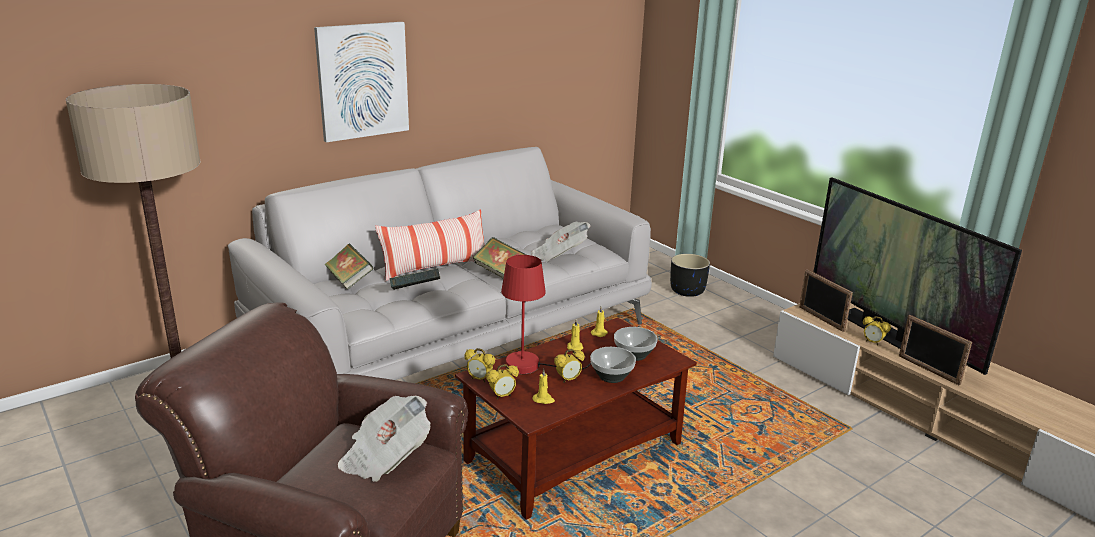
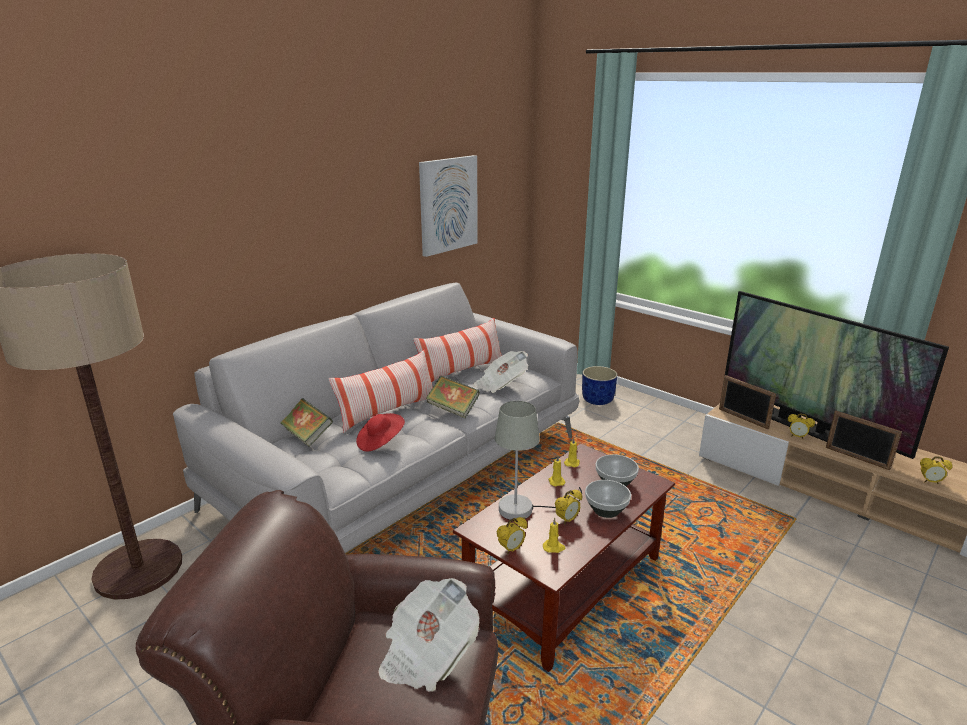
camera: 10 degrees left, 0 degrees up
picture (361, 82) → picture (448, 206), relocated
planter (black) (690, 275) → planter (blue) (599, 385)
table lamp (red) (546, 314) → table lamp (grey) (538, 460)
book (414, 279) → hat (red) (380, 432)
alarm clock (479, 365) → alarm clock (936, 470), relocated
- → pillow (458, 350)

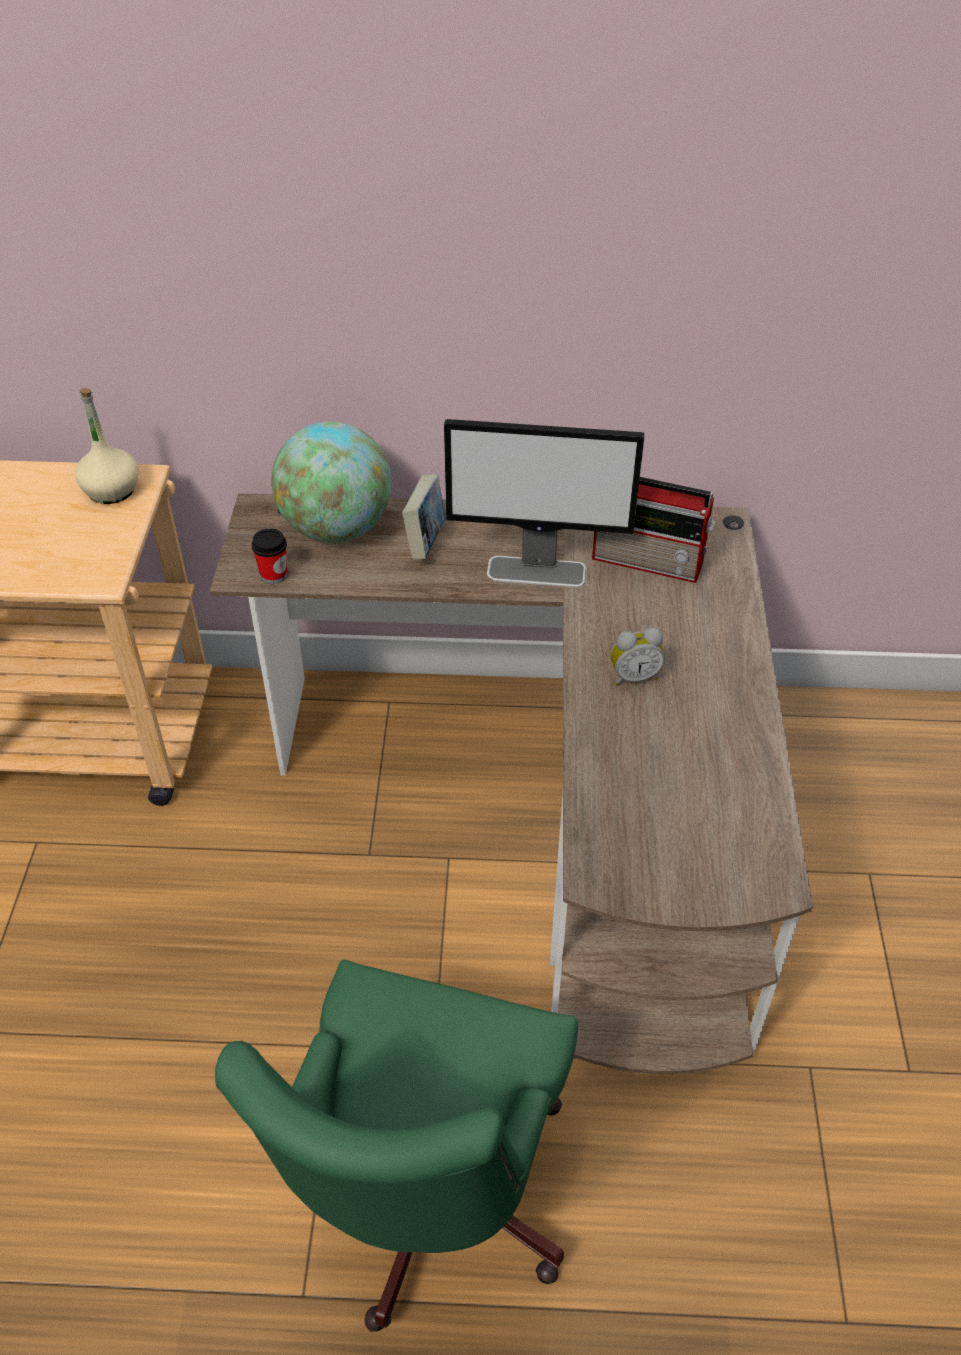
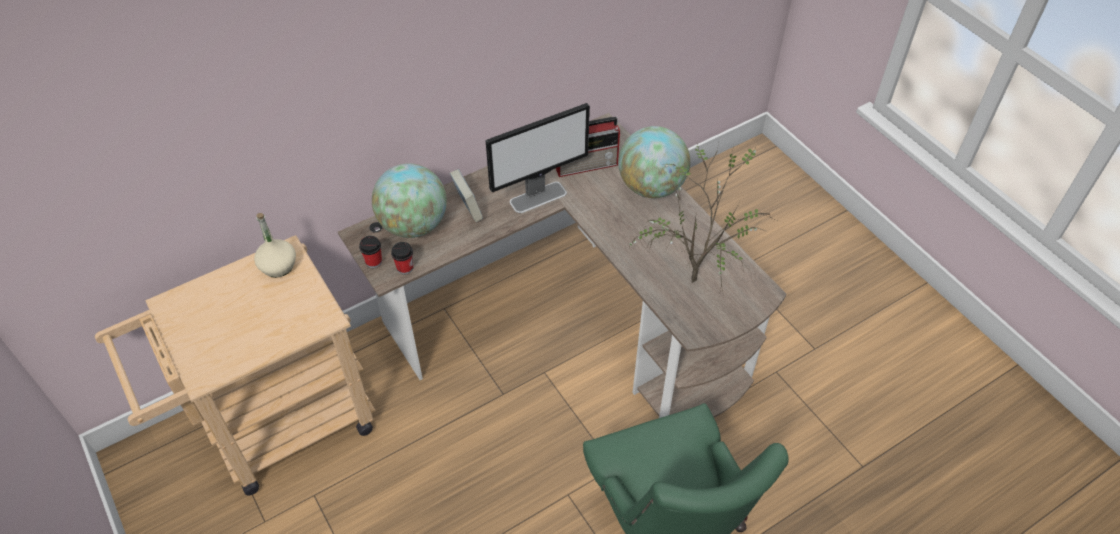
camera: 35 degrees left, 5 degrees up
alarm clock (638, 656) → -
- → globe (654, 162)
- → potted plant (701, 219)
- → cup (370, 252)

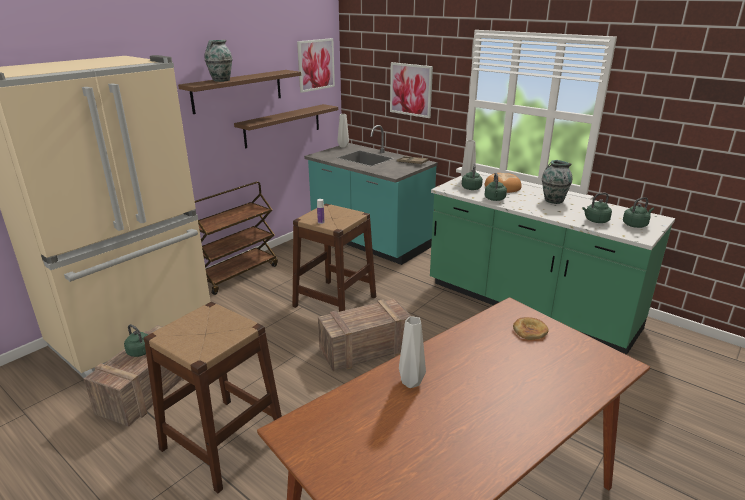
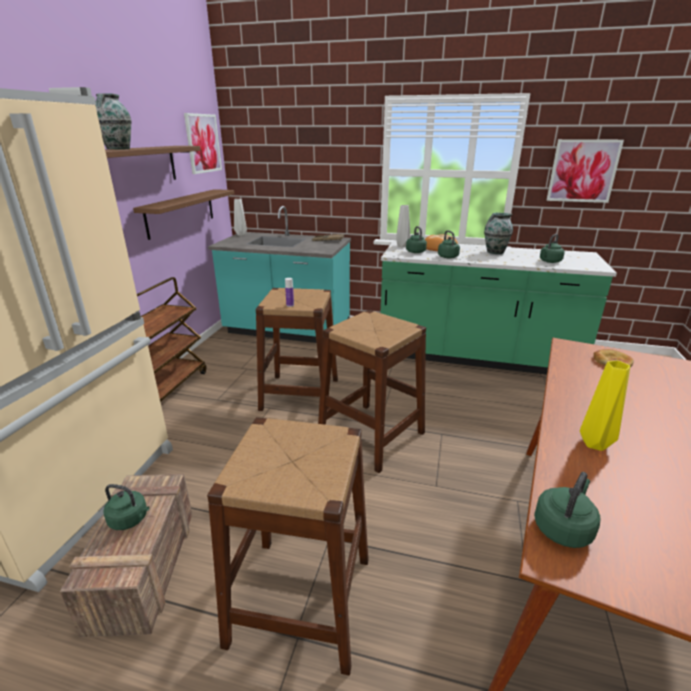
camera: 25 degrees left, 0 degrees up
picture (411, 90) → picture (585, 171), relocated
kettle (green) (638, 212) → kettle (green) (567, 510), relocated
crate (364, 335) → stool (brown) (372, 391)
vase (grey) (412, 352) → vase (yellow) (605, 405)

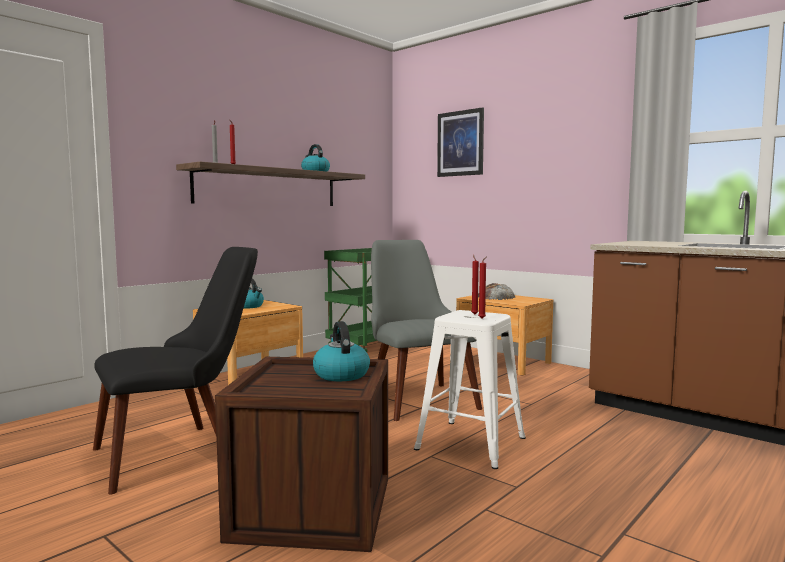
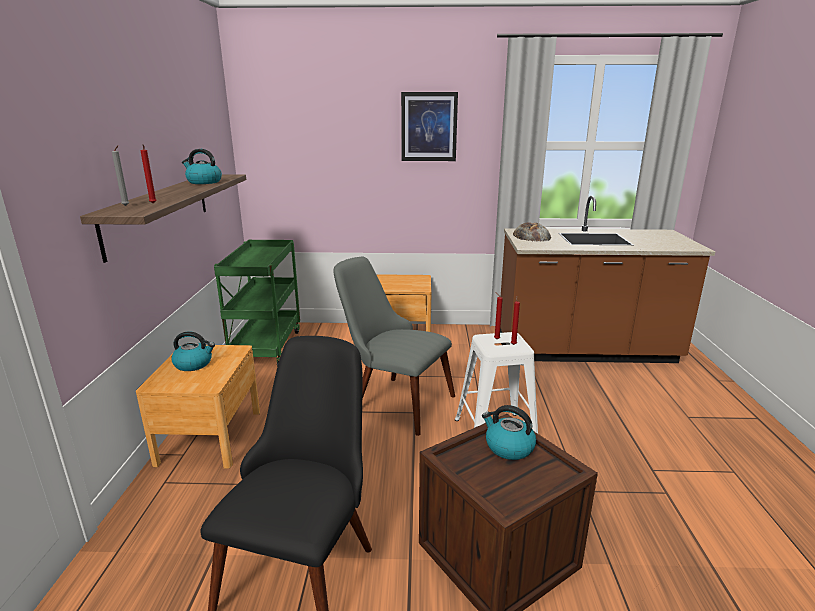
camera: 40 degrees left, 15 degrees up
picture (460, 142) → picture (429, 126), relocated
bread (496, 291) → bread (532, 232), relocated

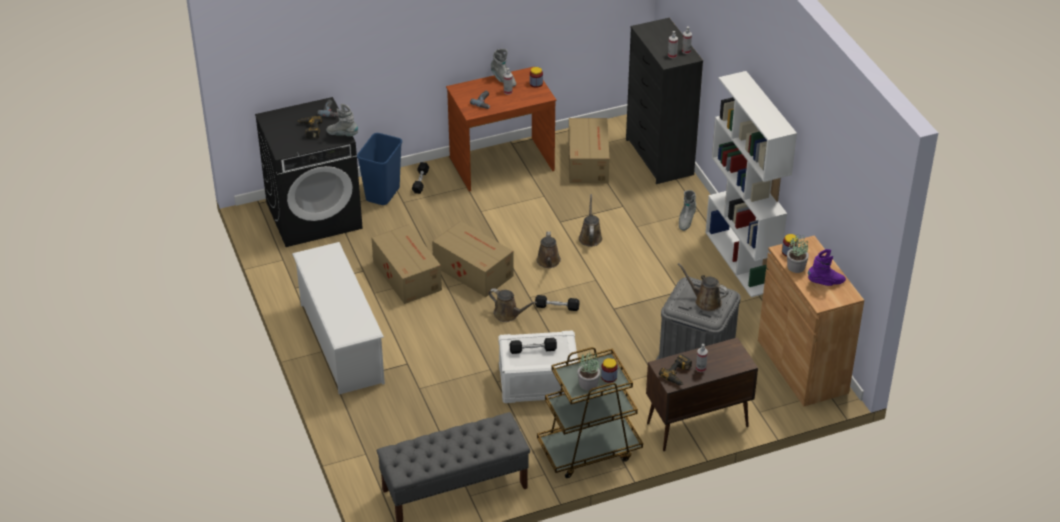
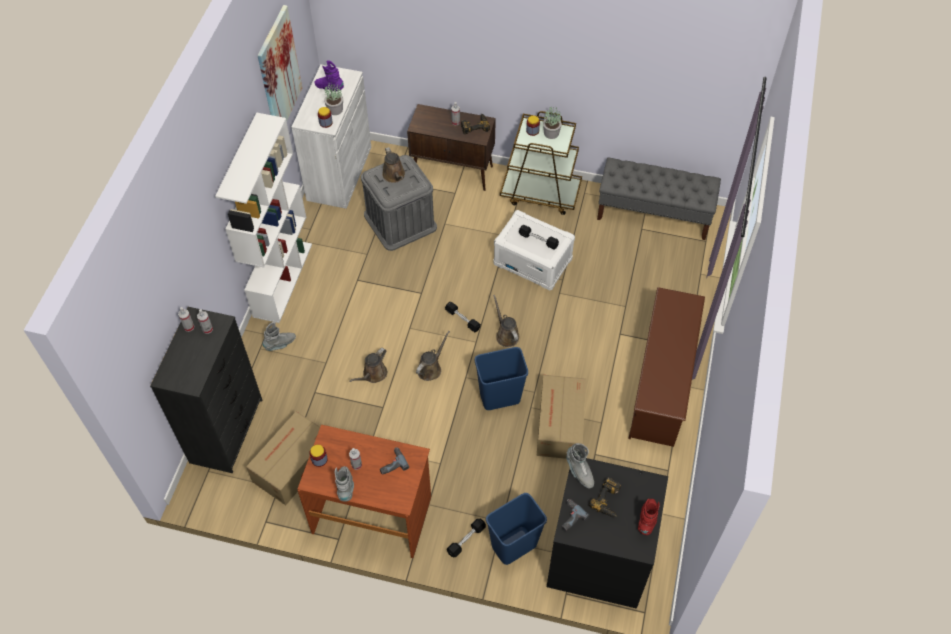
camera: 145 degrees left, 15 degrees up
cardboard box (473, 259) → trash can (blue) (501, 378)
cabinet (brown) (811, 321) → cabinet (white) (331, 136)
shoe rack (white) (338, 318) → shoe rack (brown) (666, 367)
- → picture (279, 63)
- → boot (red) (649, 517)

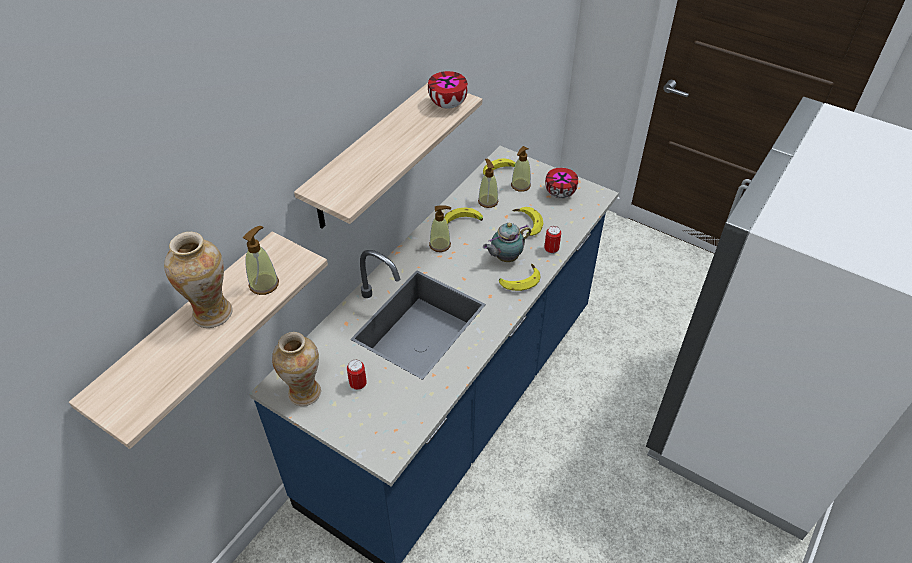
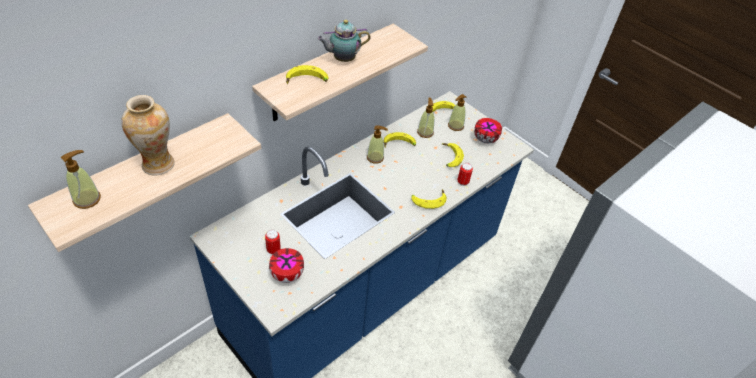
camera: 10 degrees right, 0 degrees up
bowl (448, 90) → bowl (286, 265), relocated
teapot (507, 242) → teapot (344, 41), relocated
soap dispenser (261, 260) → soap dispenser (81, 179), relocated
vase (296, 369) → -
- → banana (307, 74)

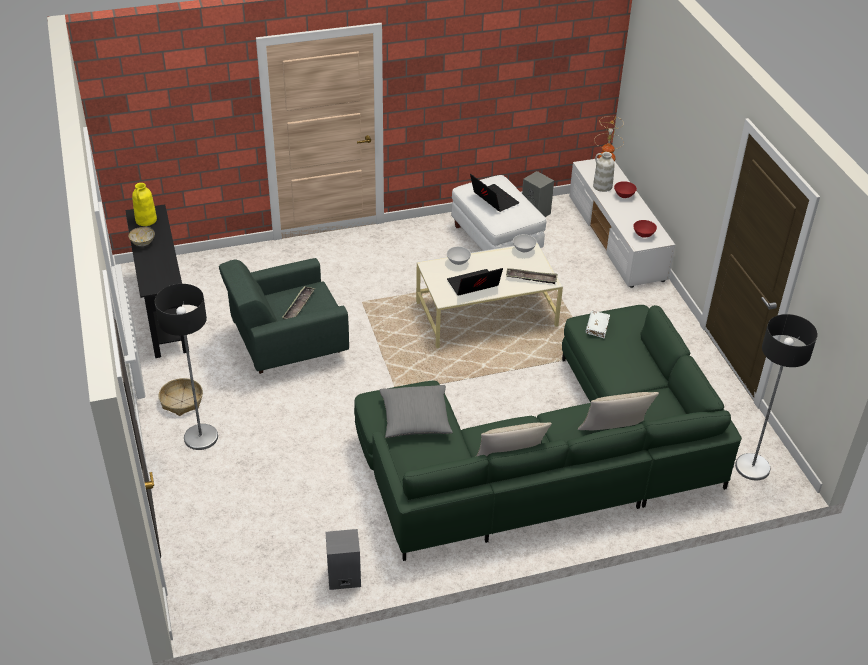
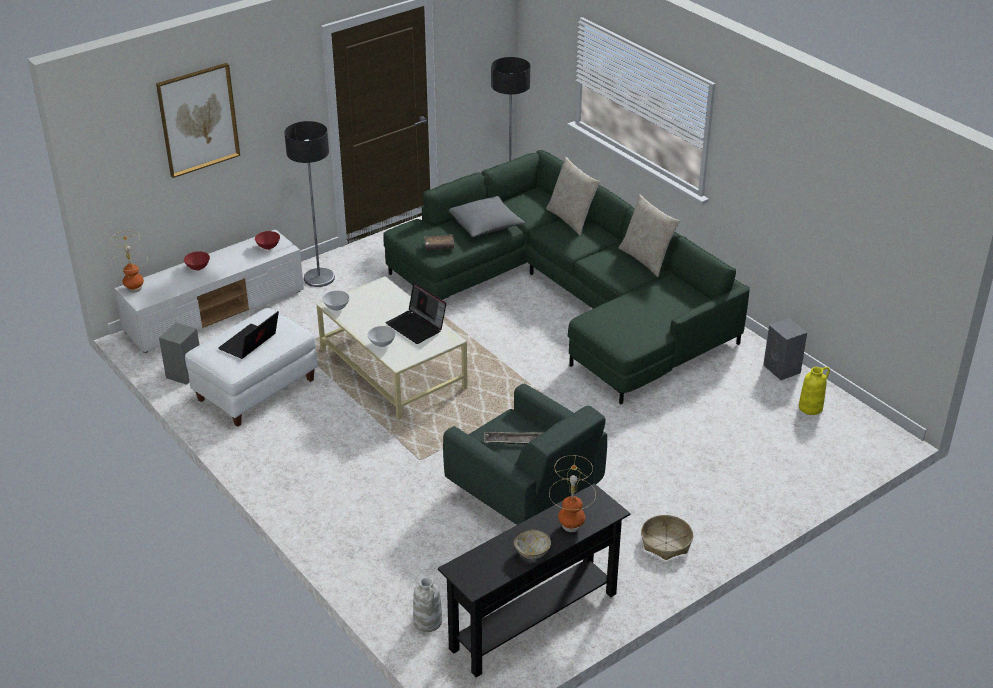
camera: 110 degrees left, 5 degrees down
vase (white) (604, 172) → vase (white) (427, 604), relocated
vase (yellow) (144, 204) → vase (yellow) (814, 391), relocated
tray (531, 276) → -
floor lamp (186, 367) → floor lamp (309, 204), relocated
book (white) (598, 325) → book (brown) (439, 242)
pillow (grey) (416, 411) → pillow (grey) (487, 216), relocated
- → picture (198, 120)
- → table lamp (572, 493)

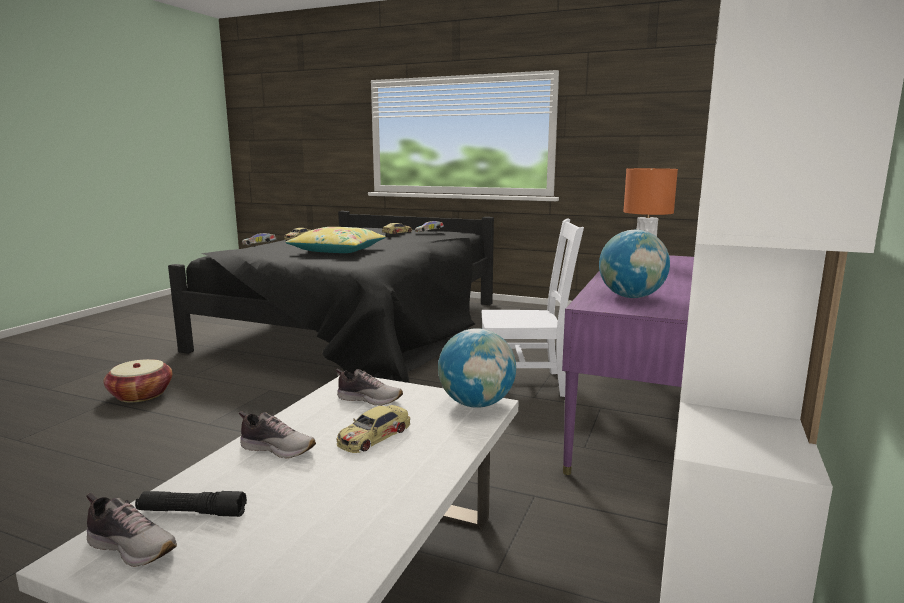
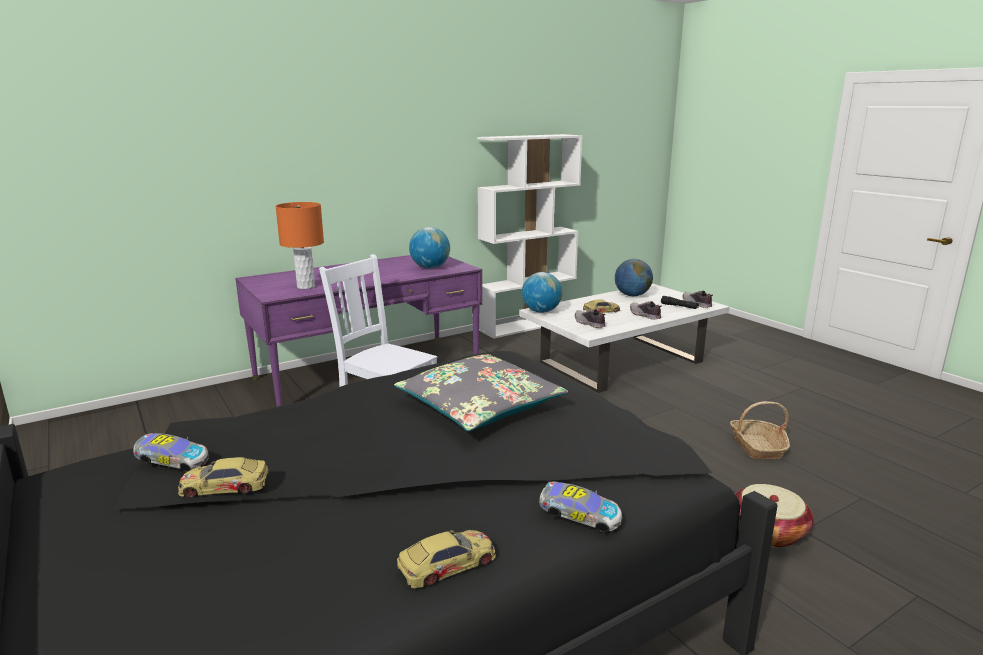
camera: 145 degrees left, 5 degrees up
pillow (yellow) (336, 240) → pillow (grey) (481, 393)
- → globe (634, 277)
- → basket (760, 430)

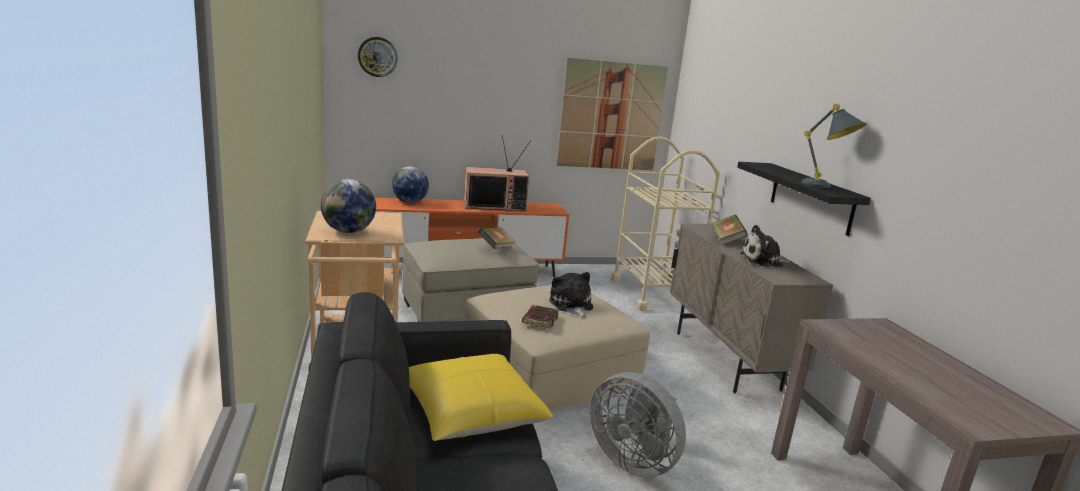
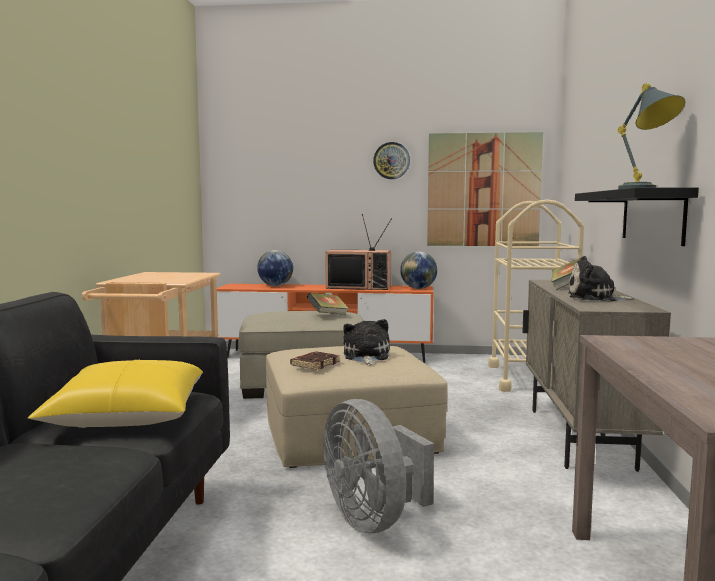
camera: 20 degrees right, 10 degrees down
wall clock (378, 57) → wall clock (391, 160), relocated
globe (348, 206) → globe (418, 270), relocated

